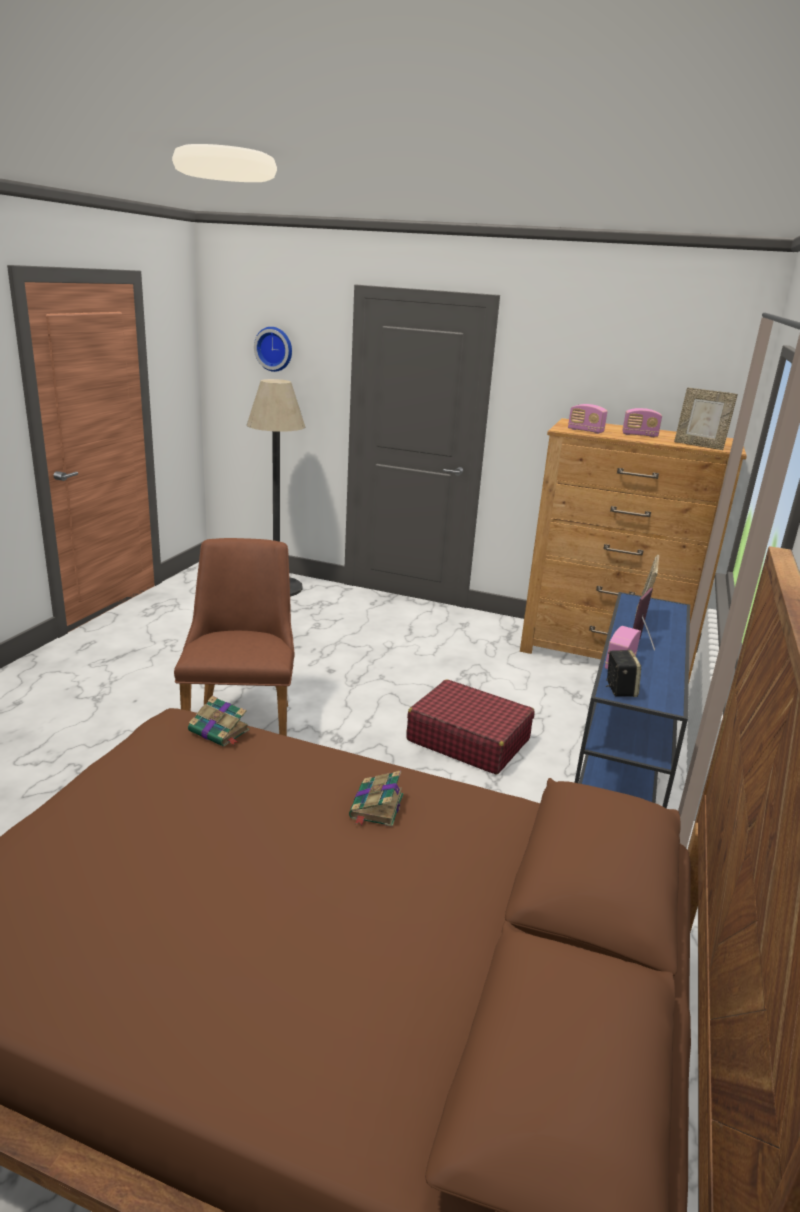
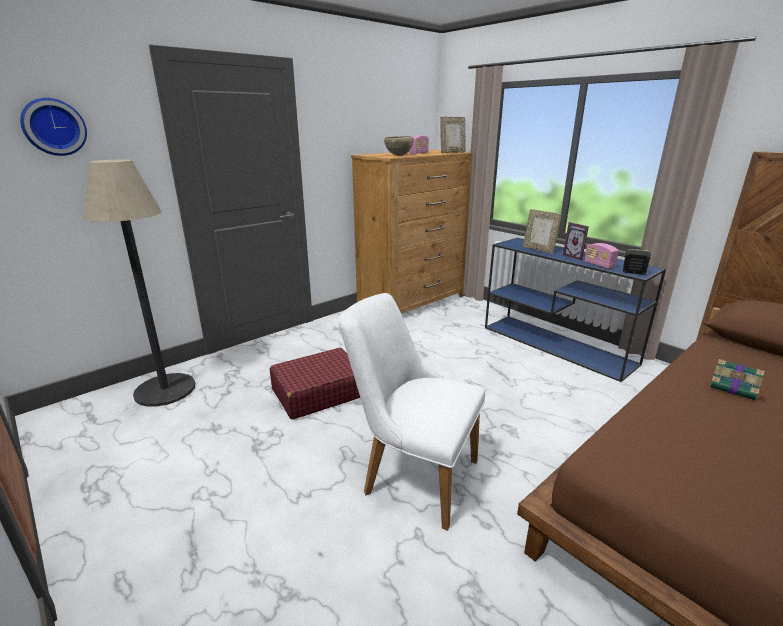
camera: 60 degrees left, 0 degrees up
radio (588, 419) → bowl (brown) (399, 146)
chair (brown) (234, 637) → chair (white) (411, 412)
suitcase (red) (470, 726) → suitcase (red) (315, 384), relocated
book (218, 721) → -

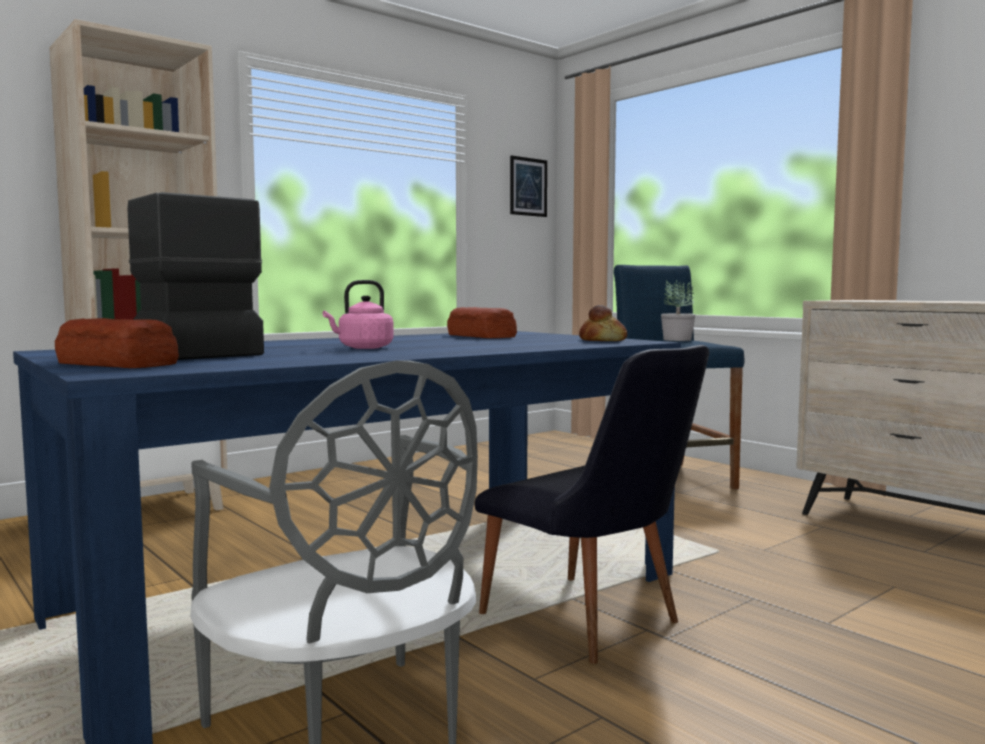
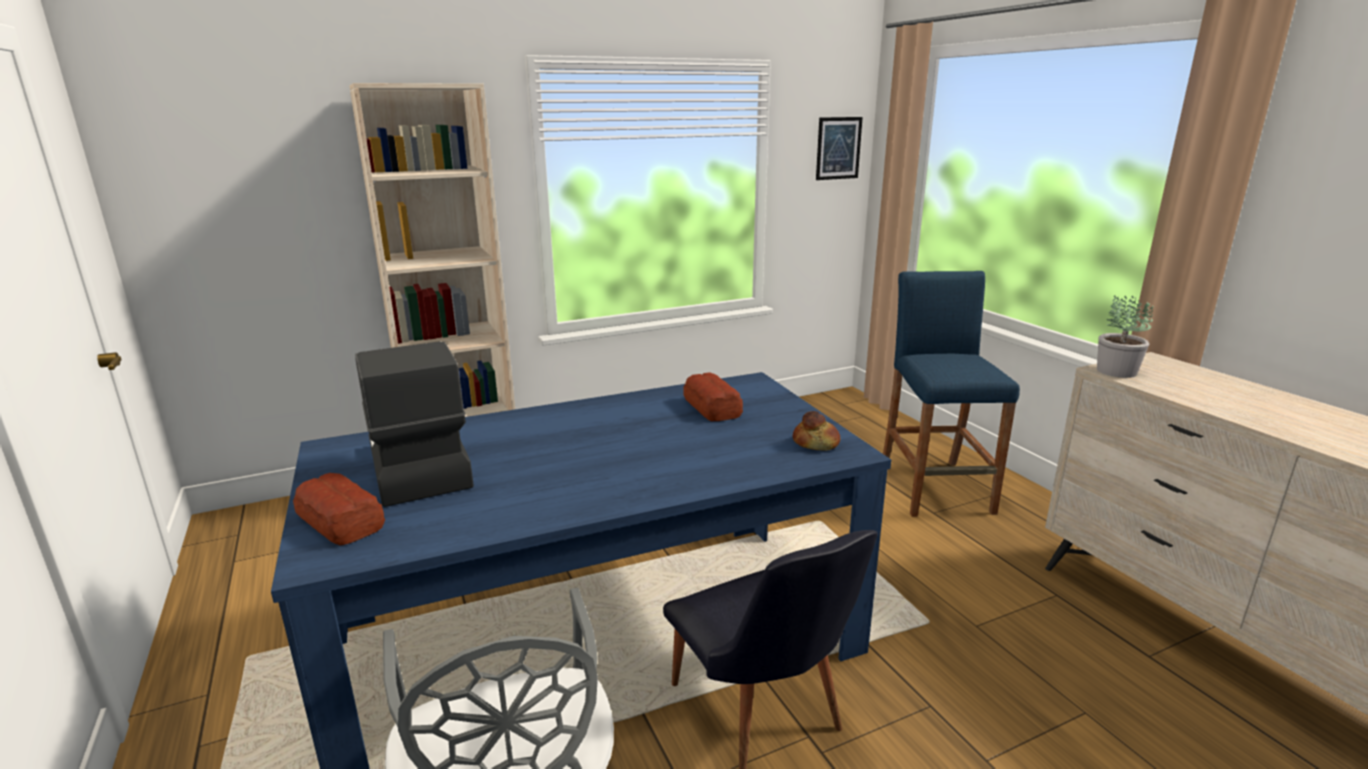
camera: 15 degrees right, 15 degrees up
kettle (pink) (358, 314) → -
potted plant (678, 310) → potted plant (1125, 336), relocated

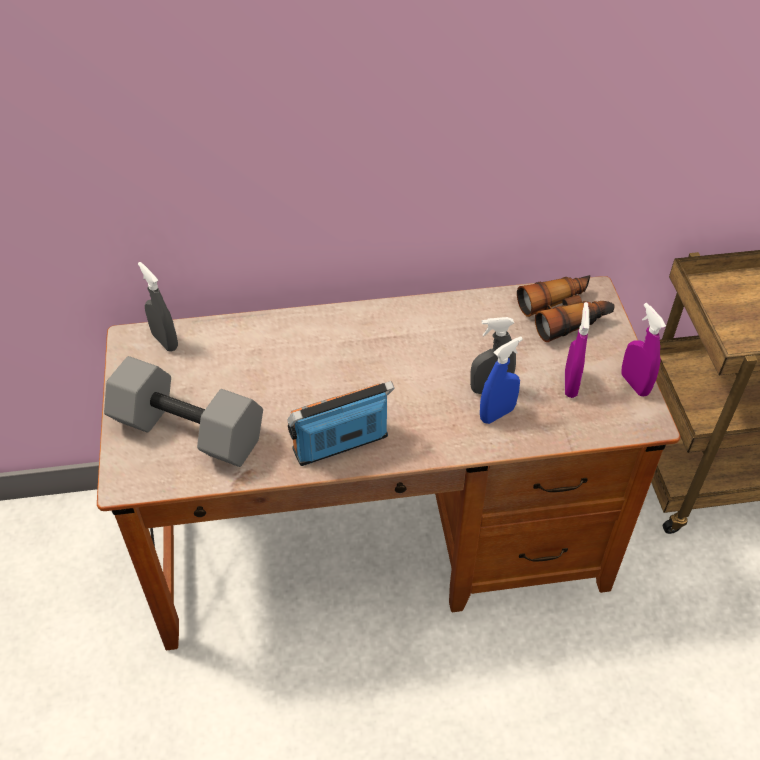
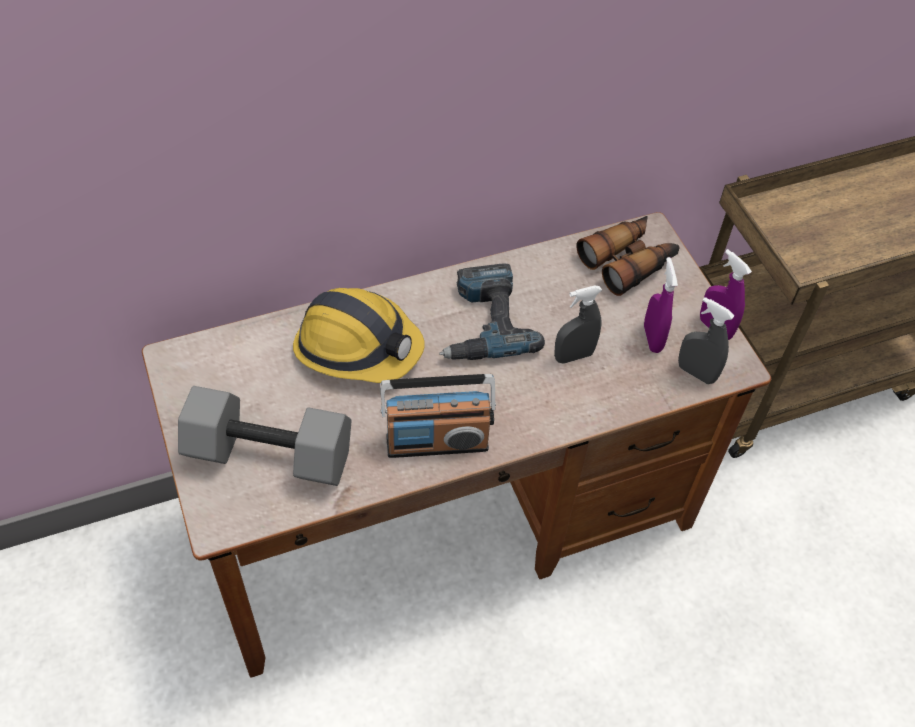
camera: 15 degrees left, 5 degrees up
spray bottle (grey) (158, 307) → spray bottle (grey) (706, 340), relocated
spray bottle (blue) (501, 380) → -
radio (341, 423) → radio (438, 416), 150 degrees counterclockwise
- → power drill (492, 311)
- → hard hat (359, 335)

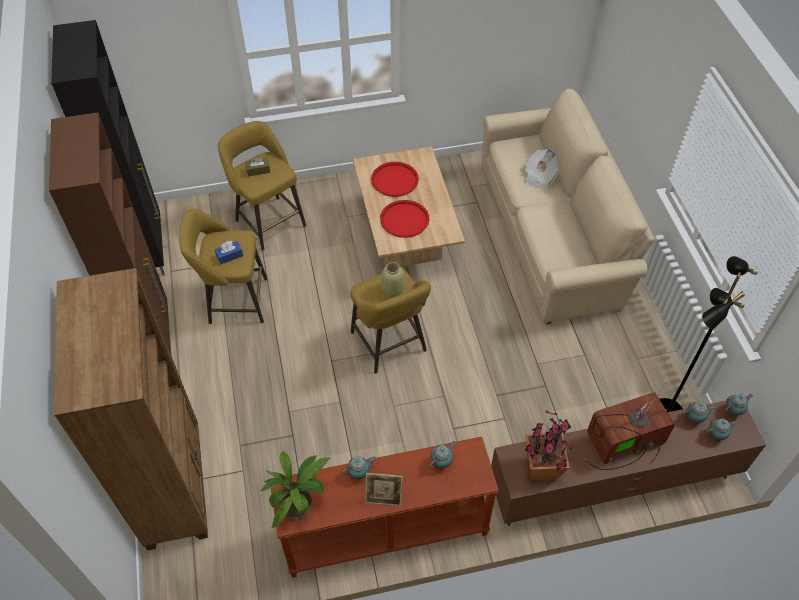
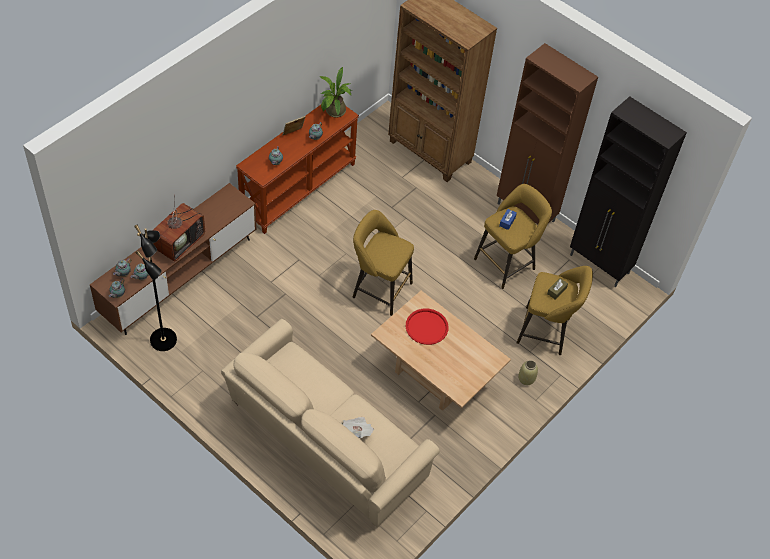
camera: 140 degrees right, 0 degrees up
tray (red) (395, 179) → -
vase (beige) (393, 279) → vase (beige) (528, 372), relocated
potted plant (548, 446) → -

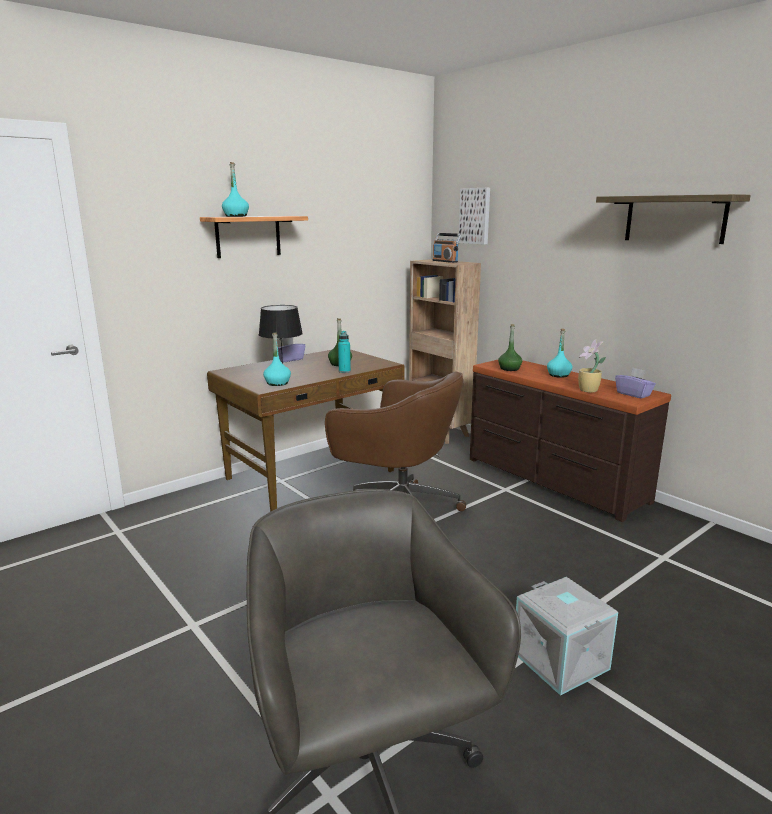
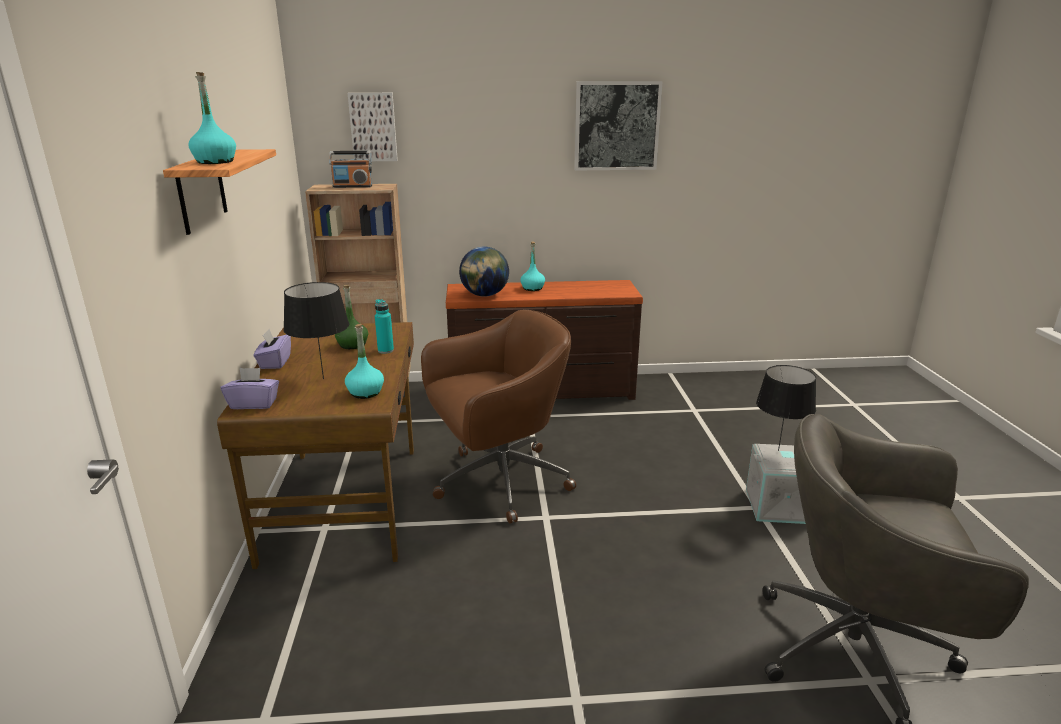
camera: 55 degrees left, 5 degrees up
shelf (673, 219) → picture (618, 126)
bottle (green) (510, 347) → globe (484, 272)
potted plant (592, 366) → -
tissue box (purple) (635, 383) → tissue box (purple) (250, 388), relocated
- → table lamp (black) (786, 408)

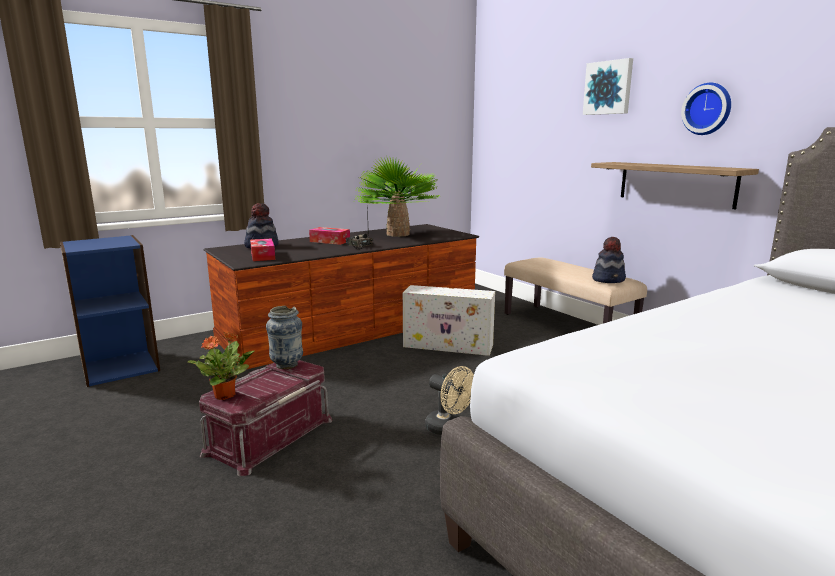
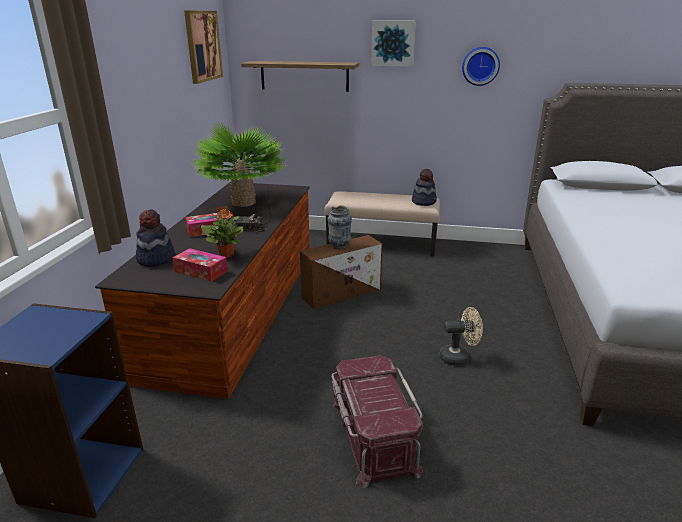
camera: 45 degrees left, 10 degrees up
shelf (675, 185) → shelf (300, 76), relocated
storage box (white) (449, 320) → storage box (brown) (341, 272)
vase (284, 337) → vase (340, 227), relocated
potted plant (221, 366) → potted plant (222, 232), relocated
- → picture (203, 47)

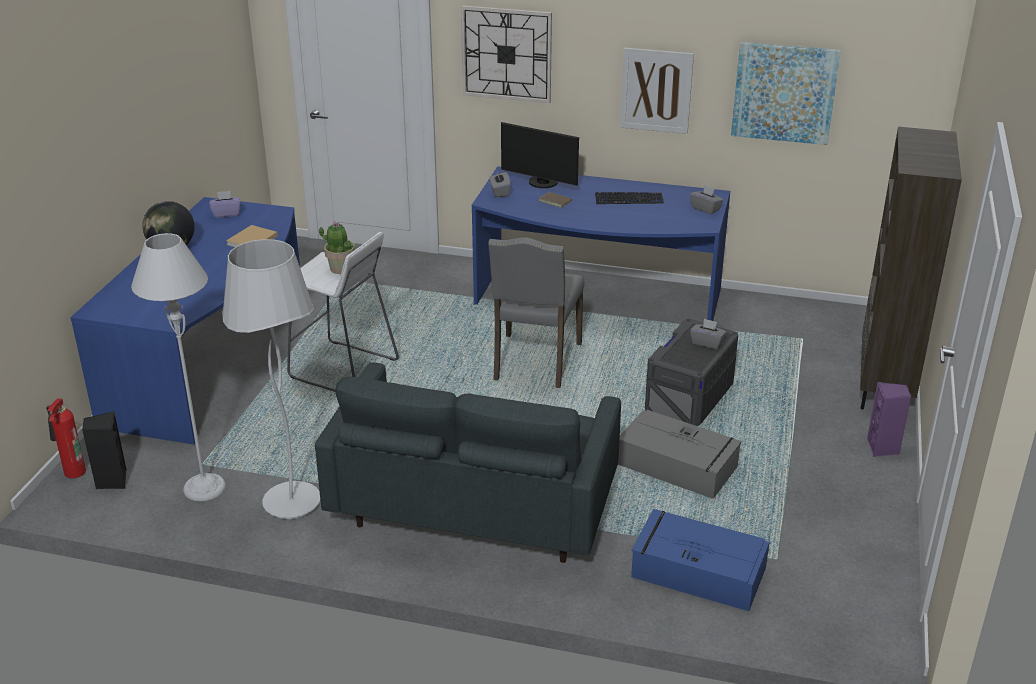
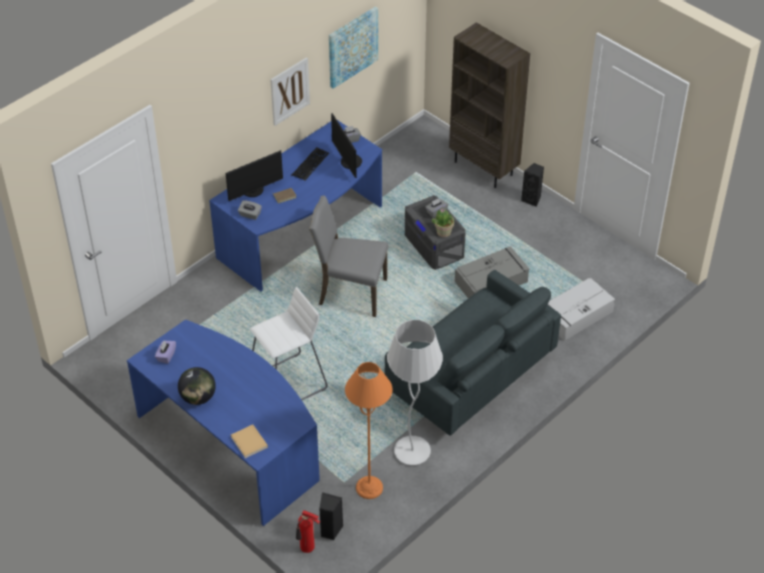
camera: 60 degrees left, 15 degrees up
wall clock (506, 54) → -
potted plant (337, 247) → potted plant (443, 223), relocated
book (beige) (252, 236) → book (beige) (249, 441), relocated
floor lamp (grey) (178, 367) → floor lamp (orange) (369, 430)
chair (grey) (536, 312) → chair (grey) (348, 256), 150 degrees clockwise
speaker (purple) (889, 419) → speaker (black) (532, 185)
storage box (blue) (700, 560) → storage box (grey) (581, 309)
- → monitor (346, 145)

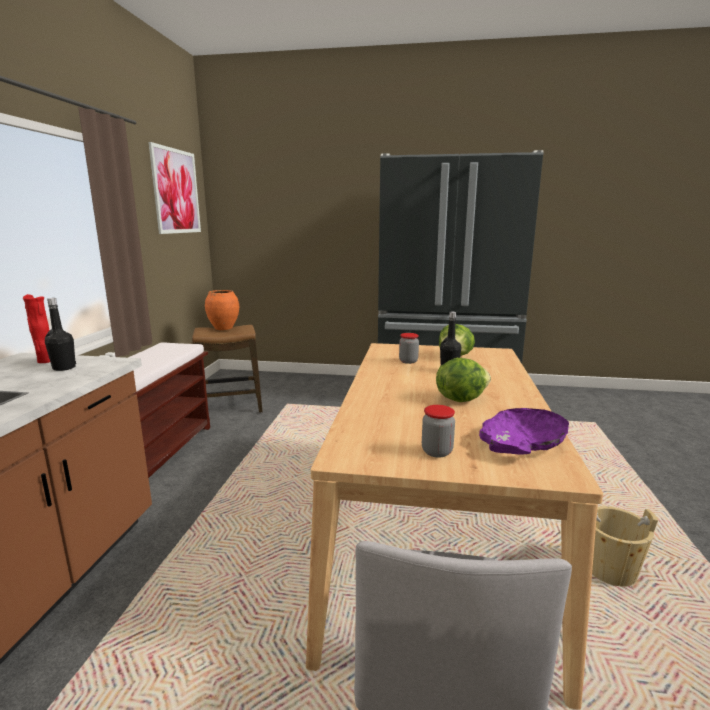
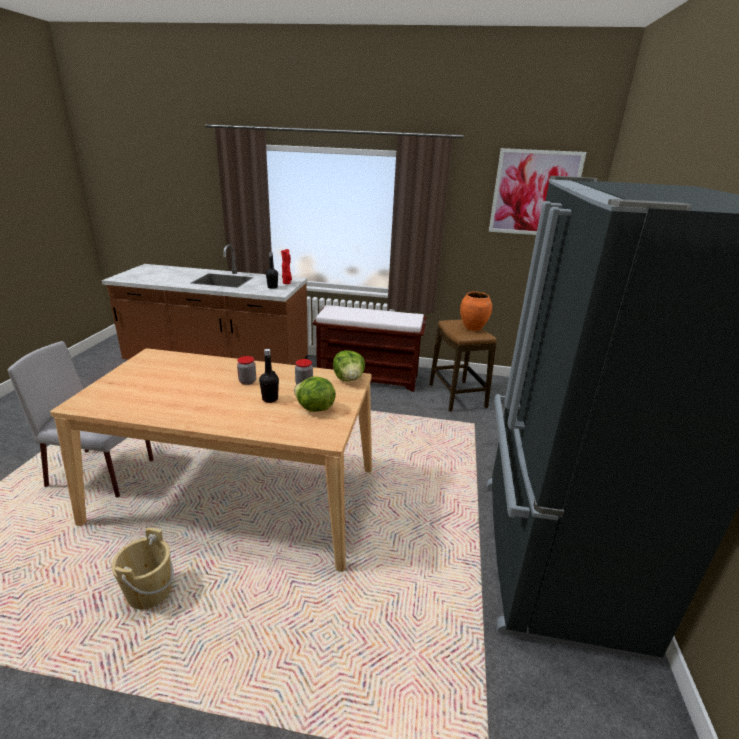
camera: 90 degrees right, 10 degrees up
lettuce (463, 380) → lettuce (349, 365), relocated
jar (438, 431) → jar (246, 370), relocated
bowl (purple) (524, 431) → -

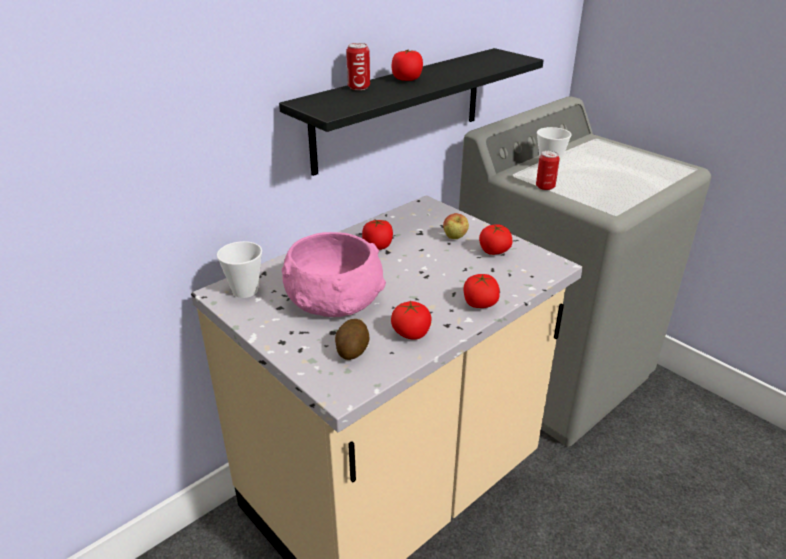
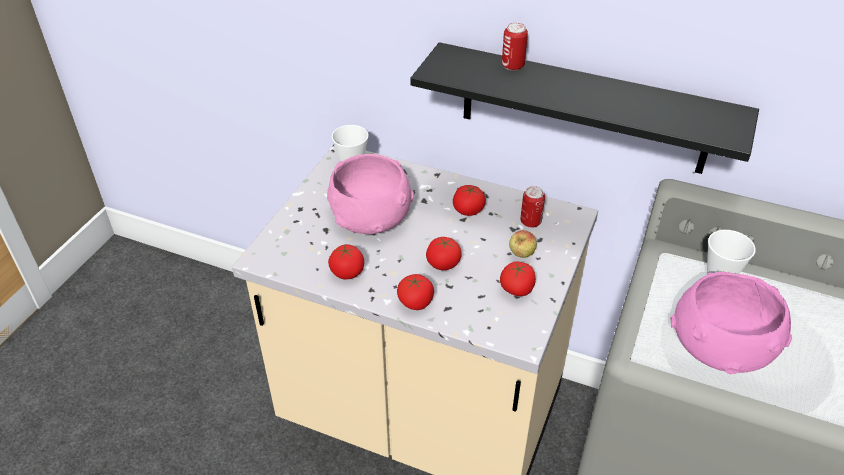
camera: 65 degrees right, 10 degrees up
tomato (407, 65) → tomato (444, 253), relocated
can (548, 170) → can (532, 207), relocated
potato (352, 339) → -
- → bowl (pink) (731, 323)

